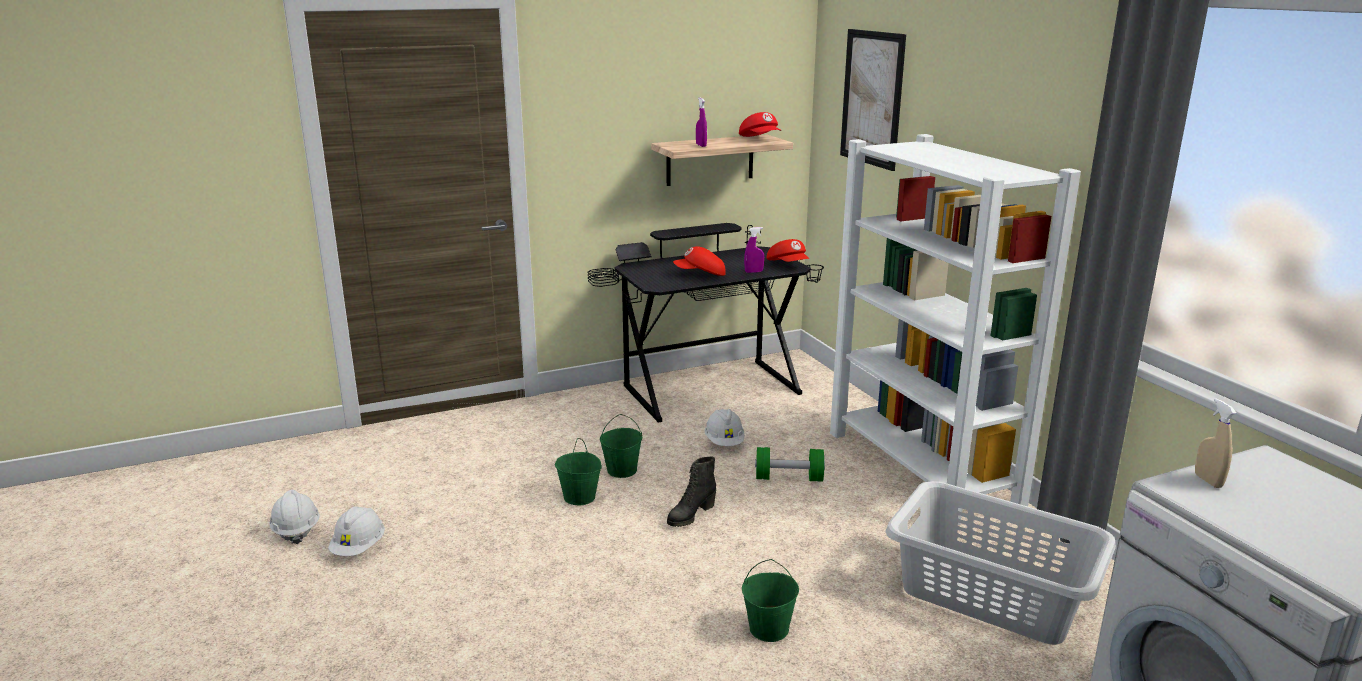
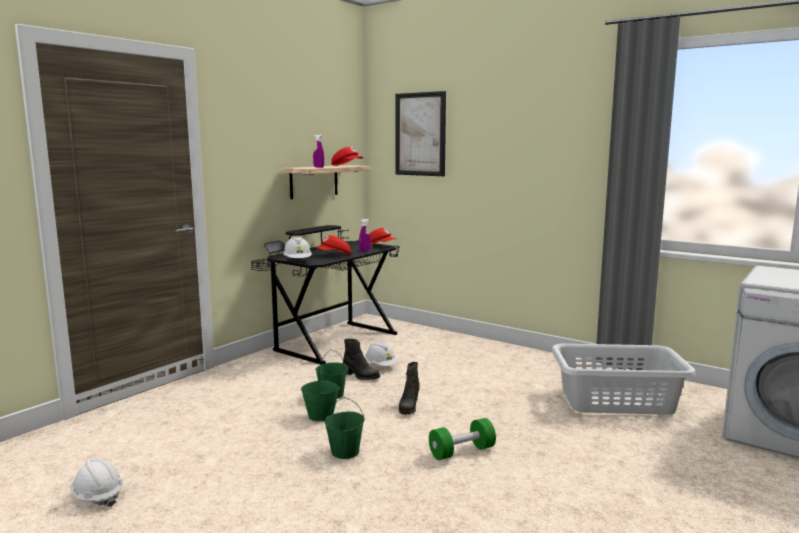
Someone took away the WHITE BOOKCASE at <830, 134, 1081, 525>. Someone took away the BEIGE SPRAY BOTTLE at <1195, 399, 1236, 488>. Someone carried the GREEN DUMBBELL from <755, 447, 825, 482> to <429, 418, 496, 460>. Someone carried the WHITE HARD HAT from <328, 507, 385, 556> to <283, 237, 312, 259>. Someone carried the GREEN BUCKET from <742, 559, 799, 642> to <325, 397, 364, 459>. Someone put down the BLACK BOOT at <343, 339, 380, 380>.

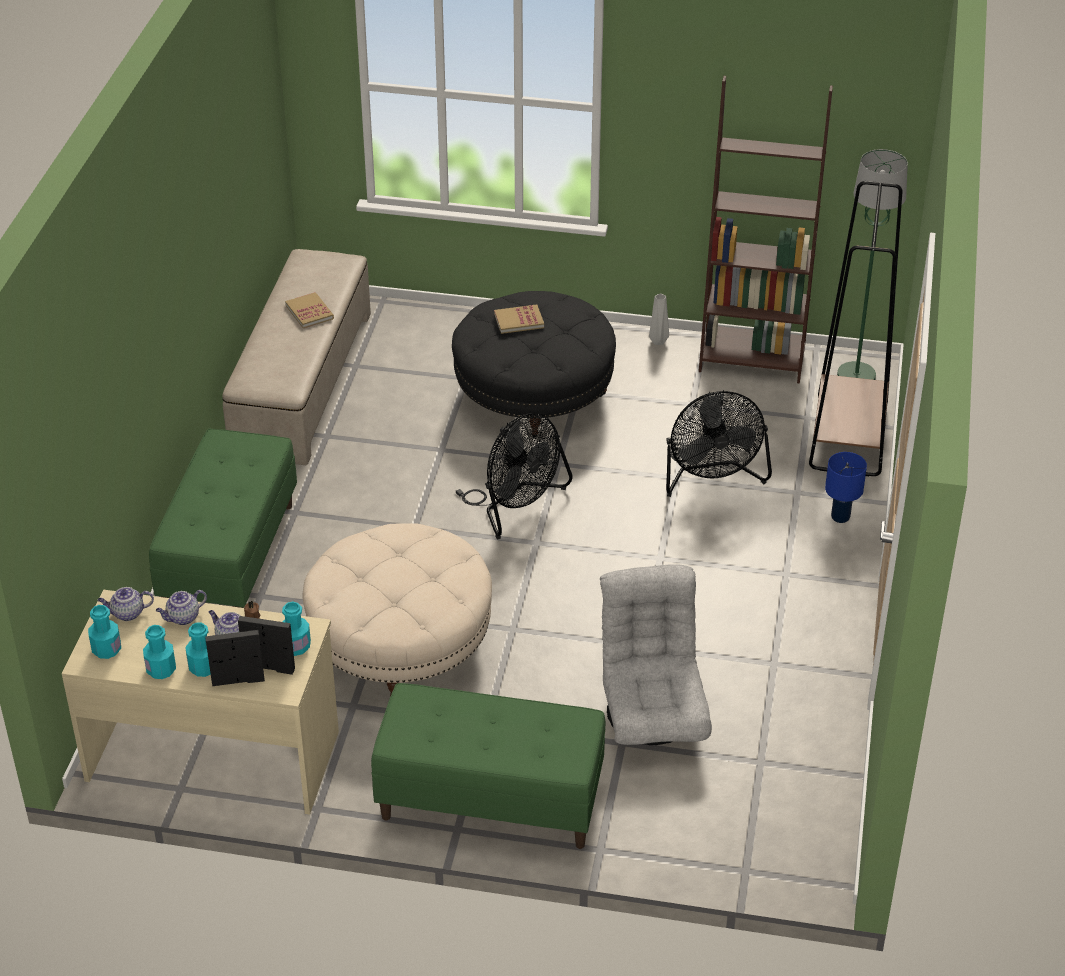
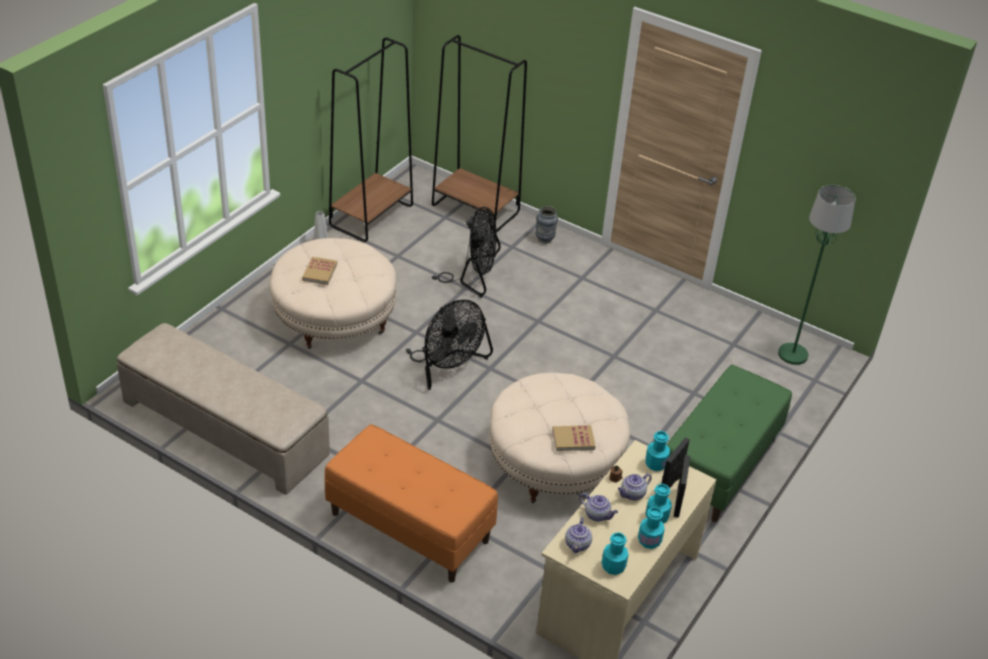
Someone swapped the BROWN BOOKCASE at <699, 76, 833, 383> for the CLOTHES RACK at <329, 37, 413, 242>. Someone carried the GREEN FLOOR LAMP from <837, 149, 908, 380> to <778, 185, 856, 365>. Someone repainted the BLACK OTTOMAN at <452, 291, 616, 438>, which became the BEIGE OTTOMAN at <269, 238, 396, 349>. Someone carried the BOOK from <285, 292, 334, 328> to <552, 425, 596, 451>. Someone rotated the BLACK FAN at <456, 413, 572, 540> by 75 degrees clockwise. Someone repainted the GREEN BENCH at <149, 429, 297, 608>, which became the ORANGE BENCH at <324, 424, 498, 583>. Someone swapped the BLUE TABLE LAMP at <825, 452, 867, 523> for the VASE at <535, 206, 558, 243>. Someone took away the GREY ARMCHAIR at <600, 564, 712, 745>. Someone rotated the TEAPOT at <156, 590, 207, 625> by 45 degrees counterclockwise.

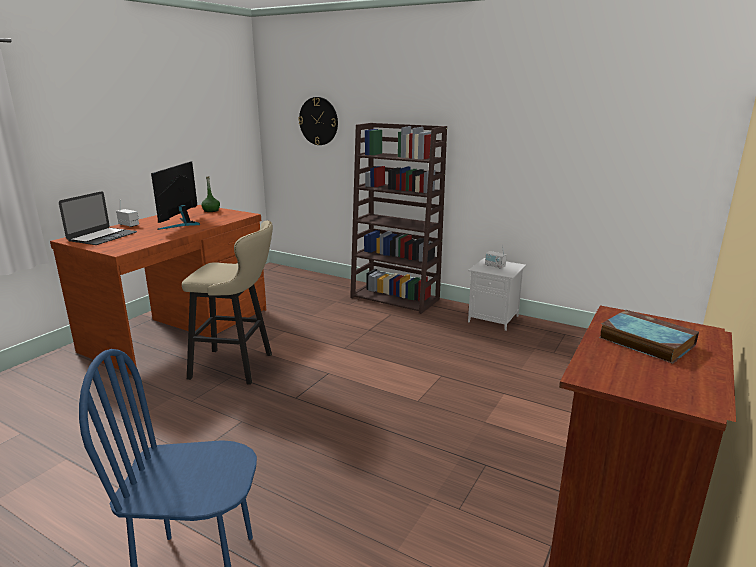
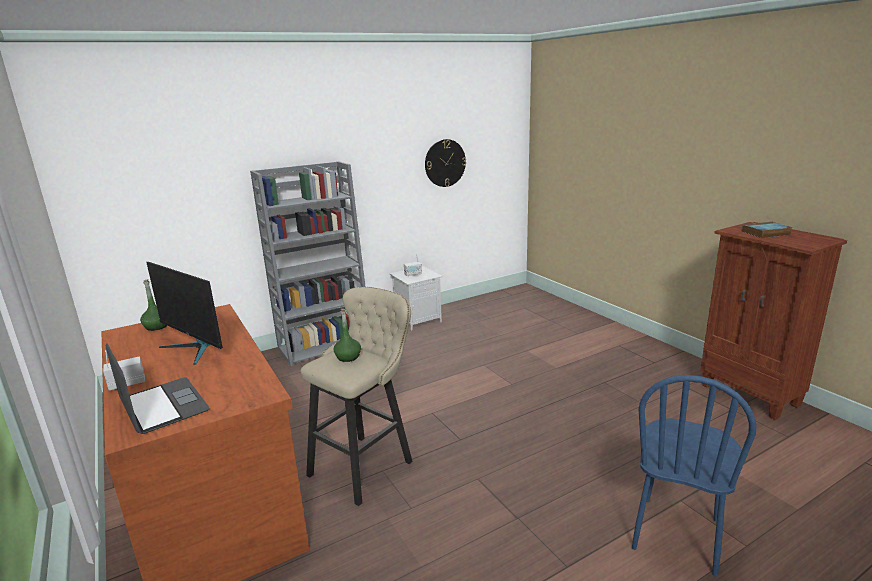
Someone carried the WALL CLOCK from <298, 97, 338, 145> to <425, 139, 466, 187>. Someone repainted the BROWN BOOKCASE at <350, 123, 447, 314>, which became the GREY BOOKCASE at <250, 161, 366, 366>. Someone put down the GREEN BOTTLE at <333, 309, 361, 362>.

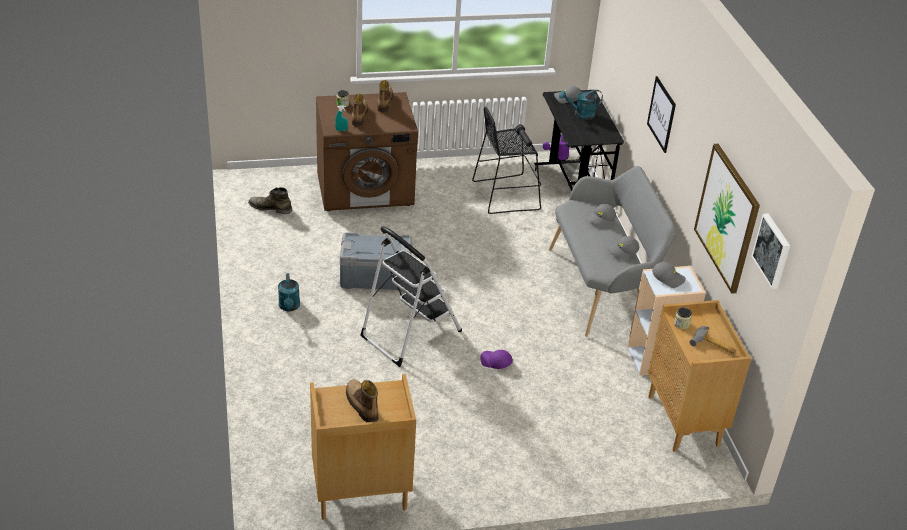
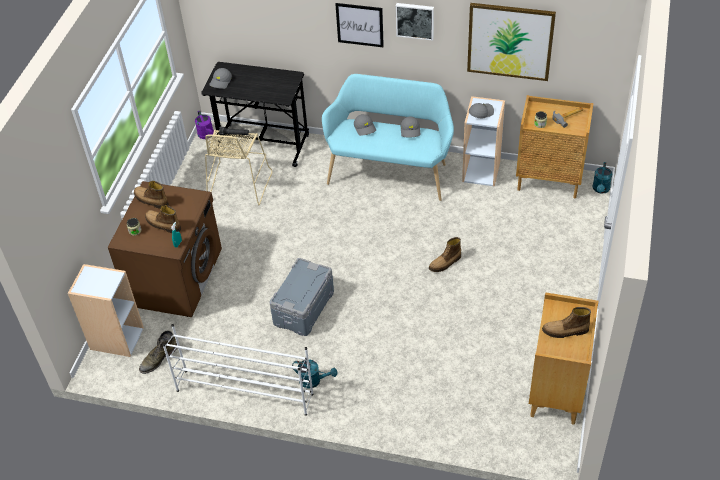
Someone carried the TURQUOISE WATERING CAN from <559, 90, 603, 120> to <592, 162, 612, 194>. Someone repainted the BLACK STOOL at <472, 107, 541, 214>, which became the BEIGE STOOL at <205, 130, 273, 205>. Someone repainted the GREY BENCH at <549, 166, 675, 337>, which became the TURQUOISE BENCH at <322, 74, 454, 201>. Someone carried the PICTURE from <751, 214, 790, 289> to <396, 3, 434, 41>. Someone took away the STEP LADDER at <360, 226, 462, 367>. Someone swapped the PURPLE CAP at <480, 350, 513, 369> for the BOOT at <429, 237, 461, 272>. Someone put down the BOOKCASE at <68, 264, 144, 357>. Someone put down the WHITE SHOE RACK at <163, 324, 314, 416>.

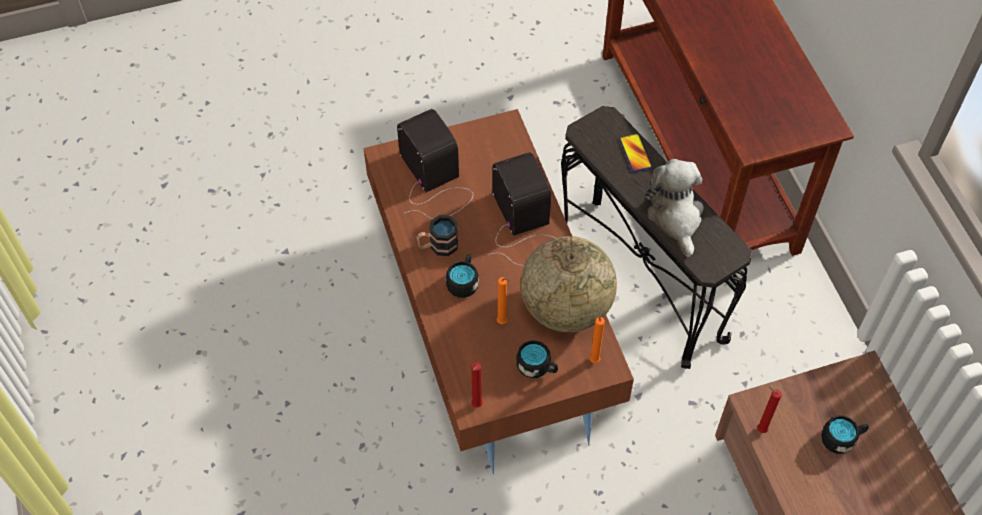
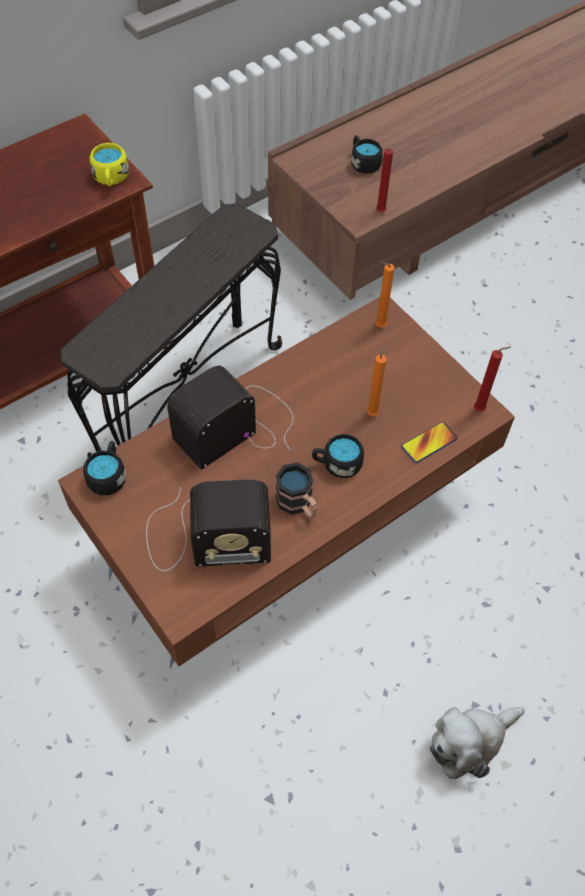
Someone rotated the RADIO at <397, 109, 473, 219> by 135 degrees counterclockwise. Someone carried the PHONE from <620, 134, 652, 172> to <401, 422, 458, 463>. Someone carried the PLUSH TOY from <644, 159, 704, 257> to <430, 707, 524, 779>. Someone took away the GLOBE at <521, 236, 617, 332>. Someone carried the BLACK MUG from <516, 340, 558, 378> to <83, 441, 126, 495>. Someone put down the YELLOW MUG at <90, 143, 129, 186>.

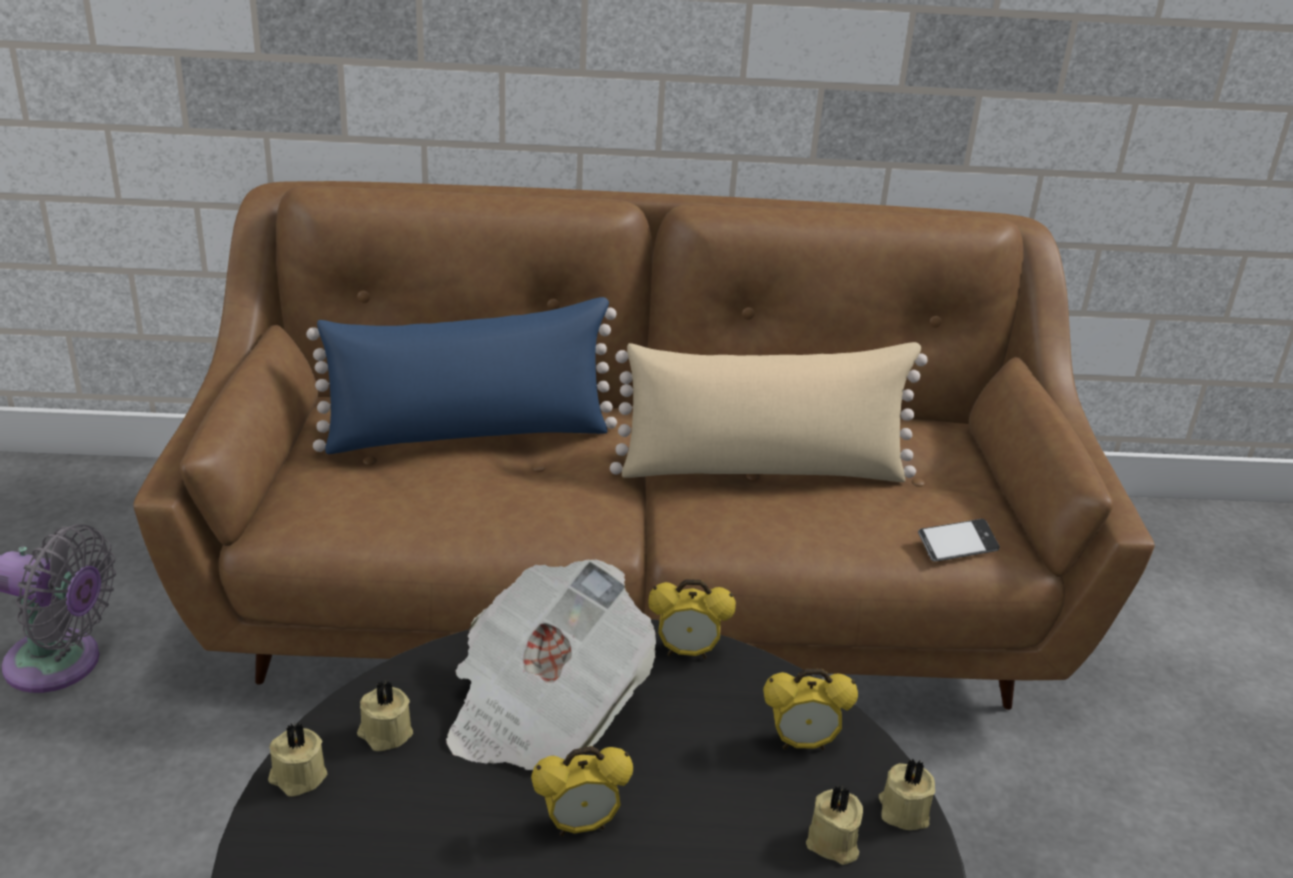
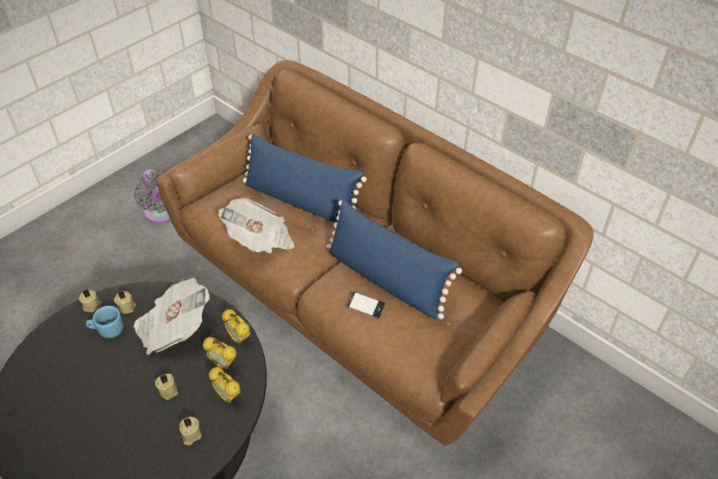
Someone repainted the BEIGE PILLOW at <610, 342, 928, 482>, which became the BLUE PILLOW at <326, 200, 462, 319>. Someone carried the PHONE from <918, 519, 1000, 562> to <347, 292, 386, 319>. Someone carried the ALARM CLOCK from <531, 746, 633, 836> to <203, 337, 236, 370>. Someone carried the BEIGE CANDLE from <879, 758, 935, 830> to <155, 373, 178, 400>. Someone put down the NEWSPAPER at <218, 198, 295, 253>. Someone put down the BLUE MUG at <86, 306, 123, 338>.

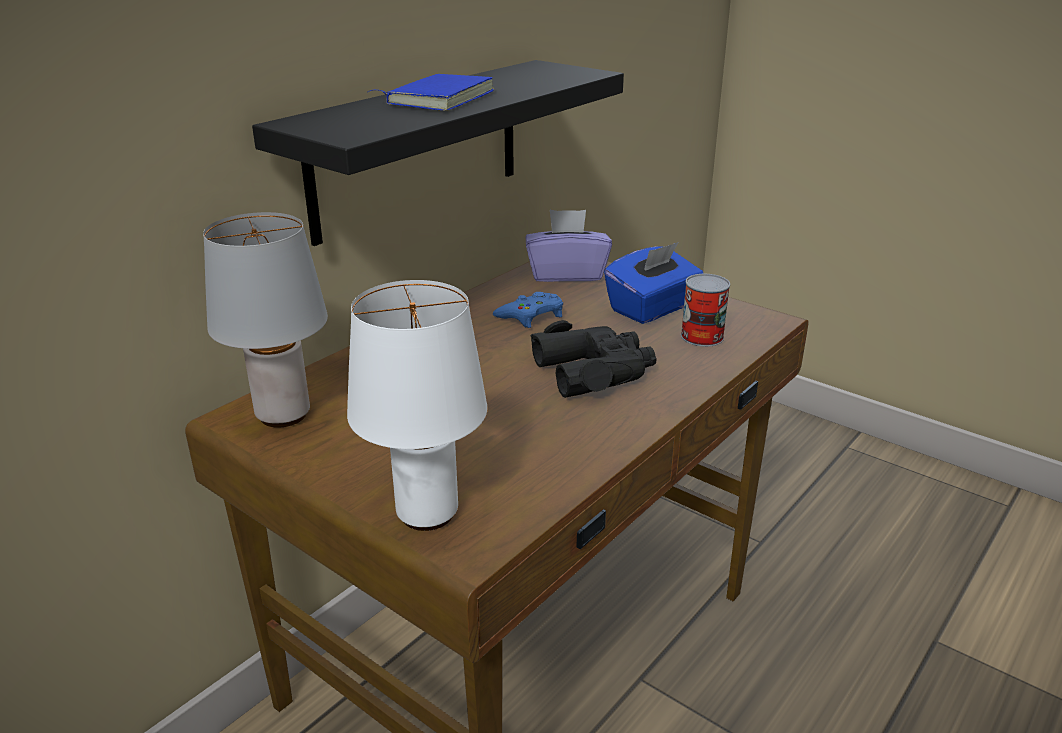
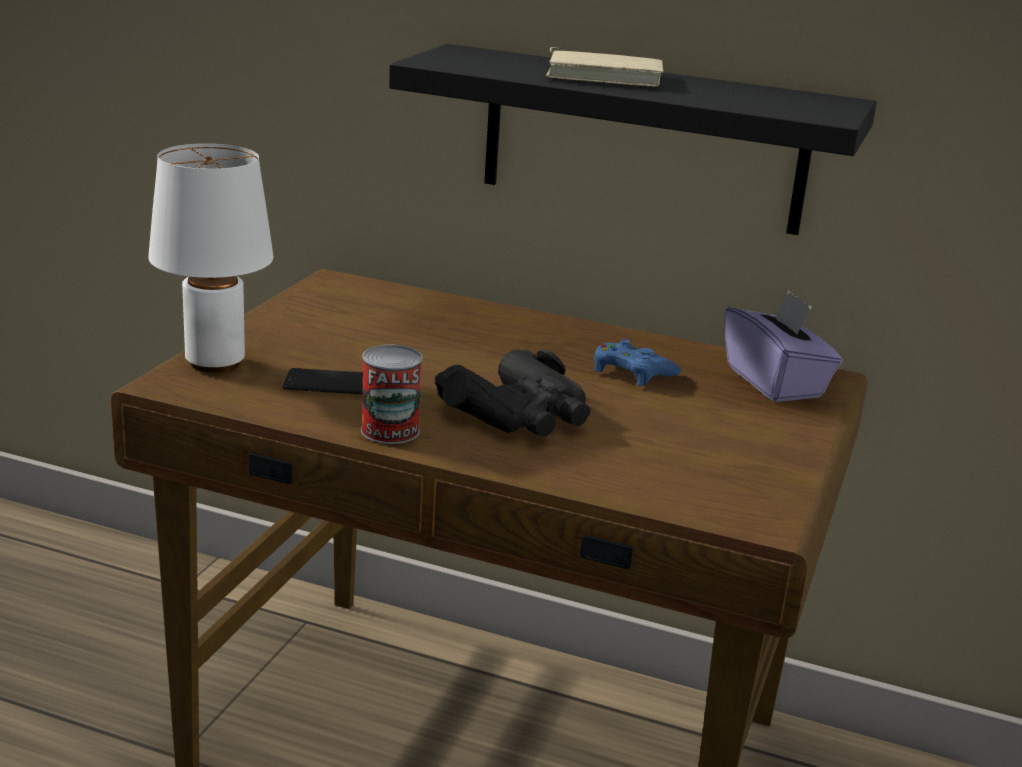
Someone repainted the BLUE BOOK at <368, 74, 494, 111>, which became the BEIGE BOOK at <546, 47, 663, 87>. Someone took away the GREY TABLE LAMP at <203, 212, 328, 428>. Someone took away the BLUE TISSUE BOX at <604, 242, 703, 324>. Someone carried the CAN from <681, 274, 730, 347> to <361, 345, 423, 444>. Someone put down the PHONE at <283, 368, 363, 395>.

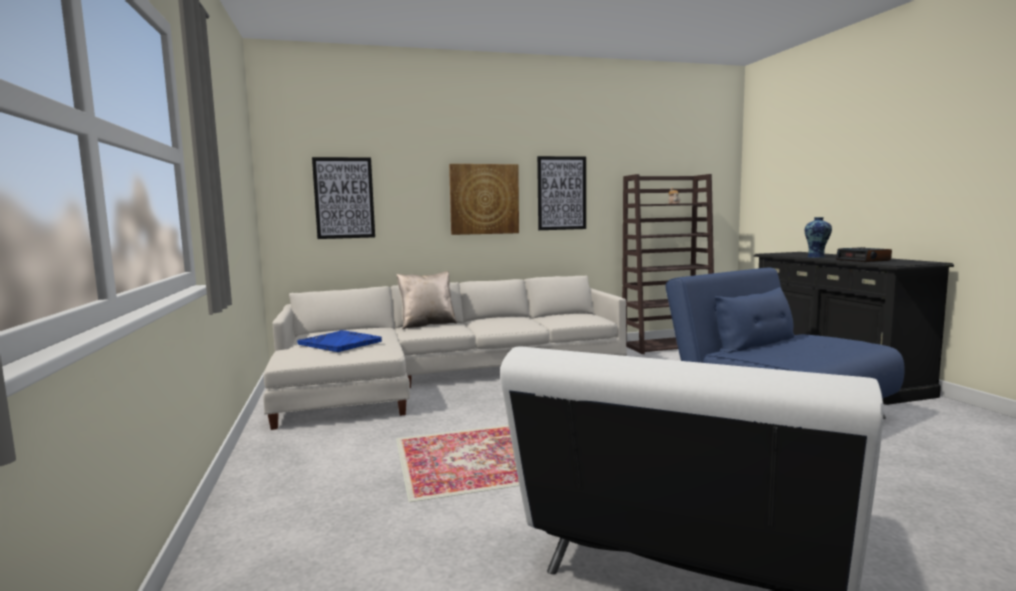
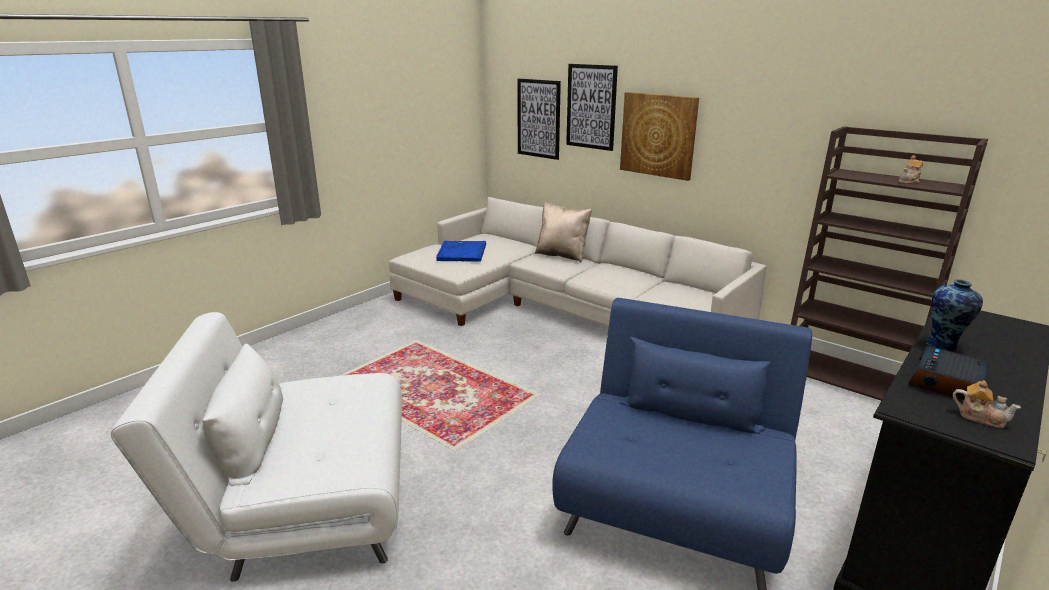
Someone carried the PICTURE from <537, 156, 586, 230> to <566, 64, 618, 151>. Someone put down the TEAPOT at <953, 380, 1021, 428>.

